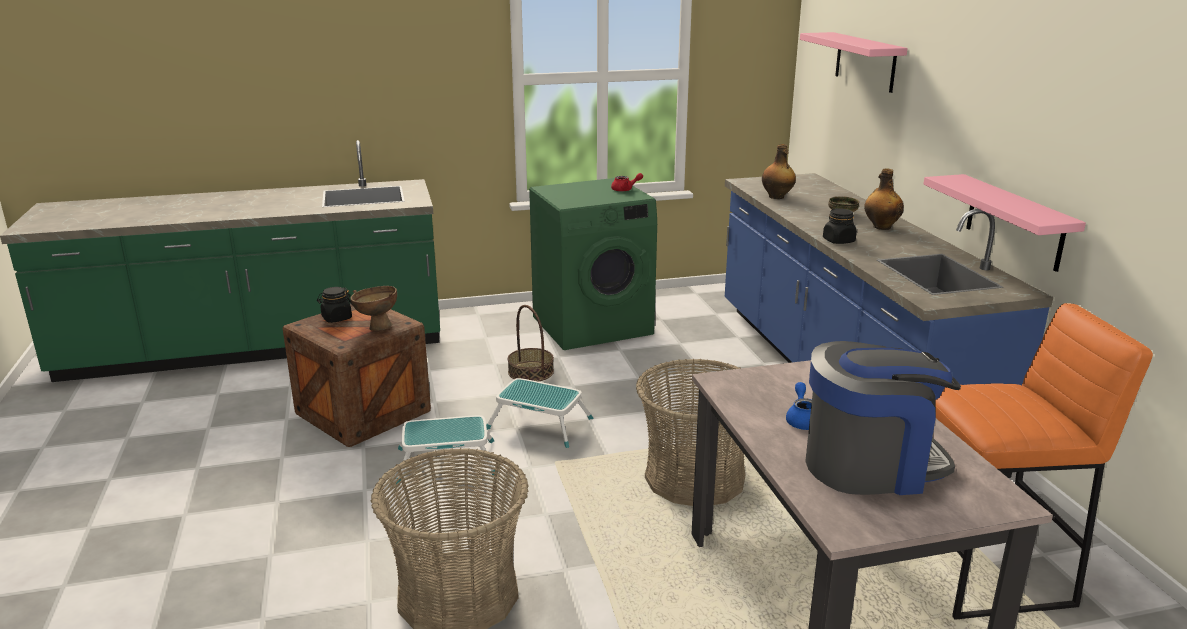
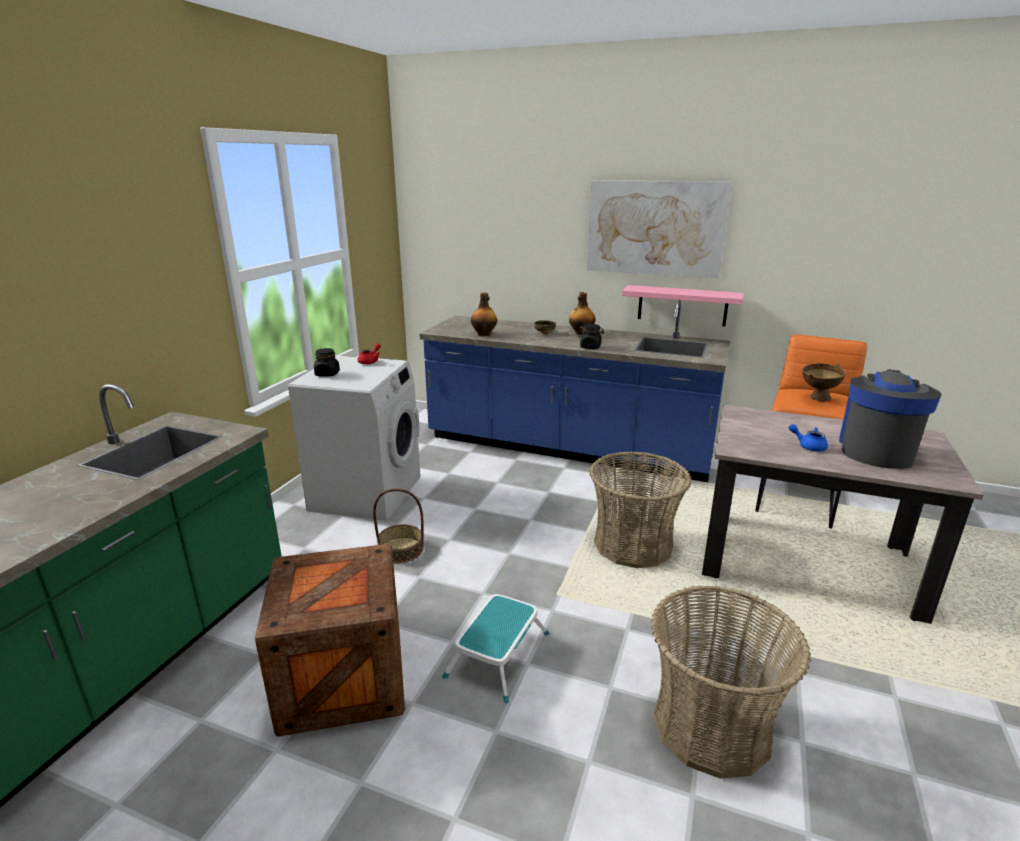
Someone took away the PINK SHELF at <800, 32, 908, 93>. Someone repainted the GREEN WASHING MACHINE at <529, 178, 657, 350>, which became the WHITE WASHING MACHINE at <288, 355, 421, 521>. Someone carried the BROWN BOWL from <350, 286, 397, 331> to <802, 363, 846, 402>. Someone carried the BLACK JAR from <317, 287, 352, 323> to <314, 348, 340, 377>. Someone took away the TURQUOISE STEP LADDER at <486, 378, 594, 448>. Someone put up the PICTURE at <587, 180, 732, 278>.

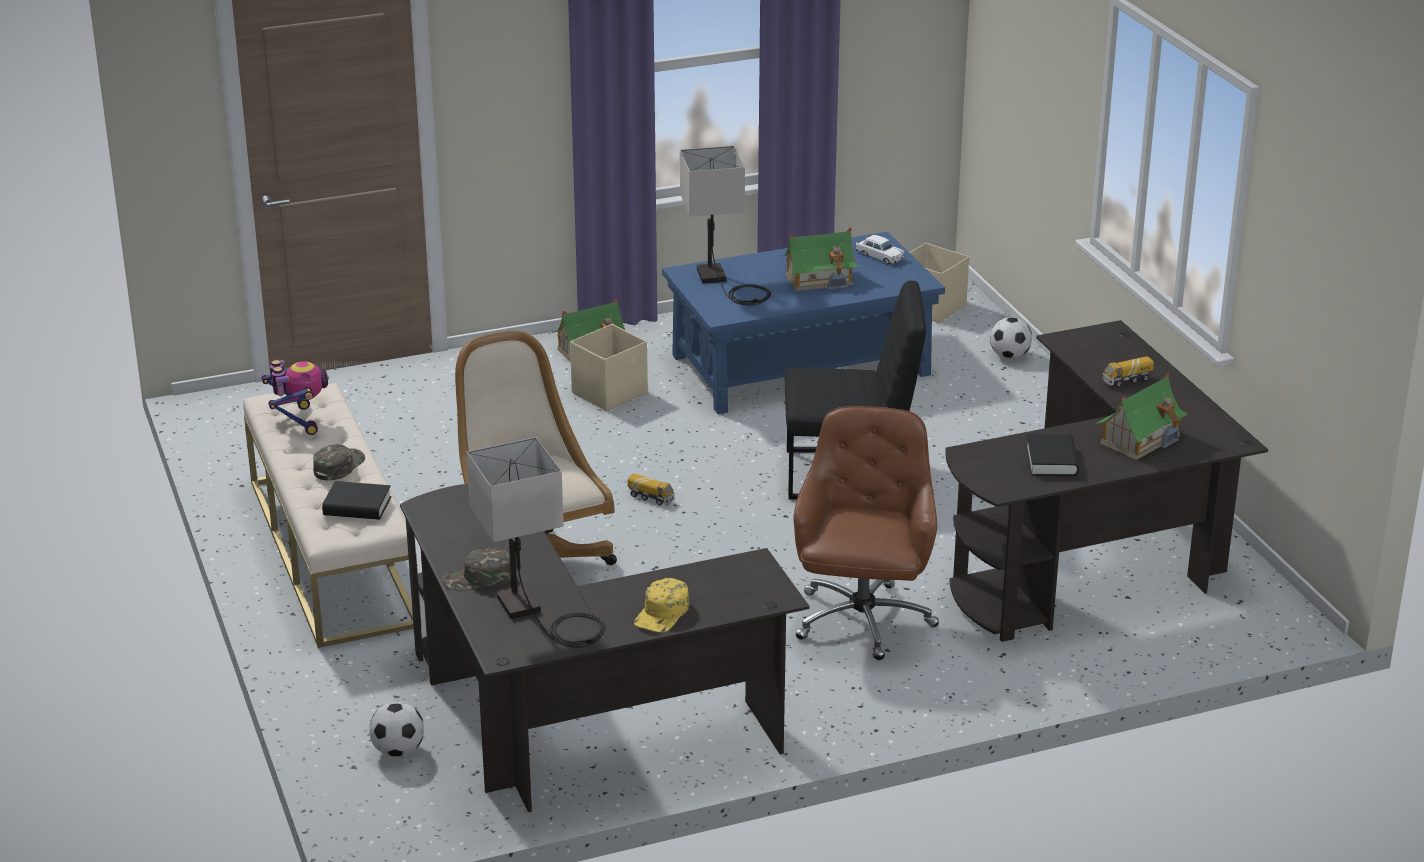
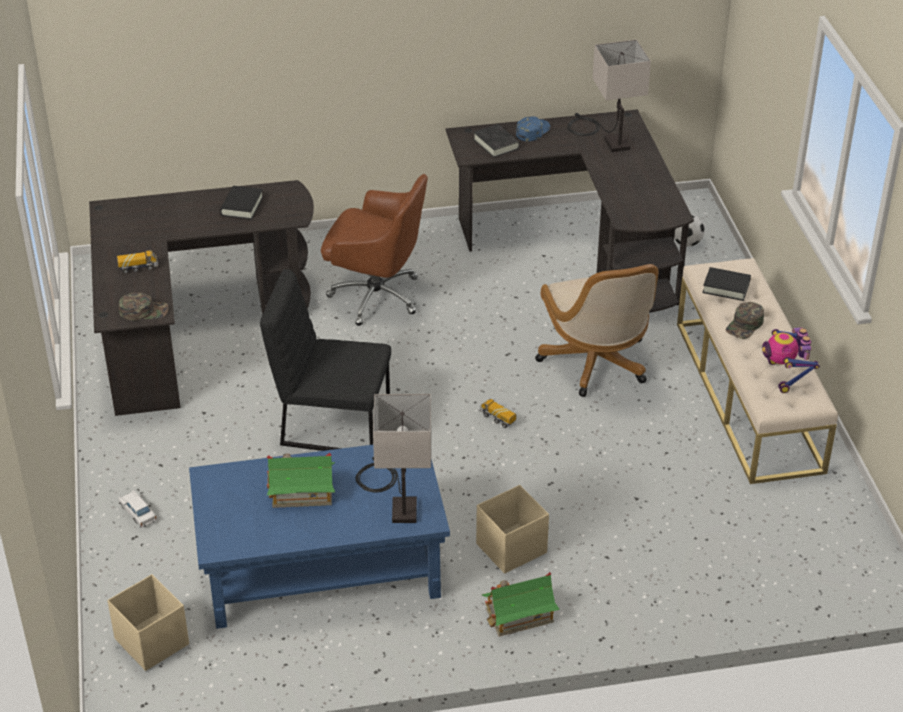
Someone carried the WHITE TOY CAR from <855, 235, 905, 265> to <118, 490, 157, 528>. Someone took away the FOOTBALL at <990, 317, 1032, 359>. Someone took away the TOY HOUSE at <1096, 372, 1188, 460>. Someone rotated the BROWN OFFICE CHAIR at <793, 406, 939, 660> by 90 degrees counterclockwise. Someone carried the GREEN CAP from <443, 548, 511, 591> to <119, 293, 169, 320>. Someone repainted the YELLOW CAP at <634, 578, 690, 632>, which became the BLUE CAP at <516, 116, 551, 141>. Someone put down the BLACK BOOK at <473, 124, 520, 157>.

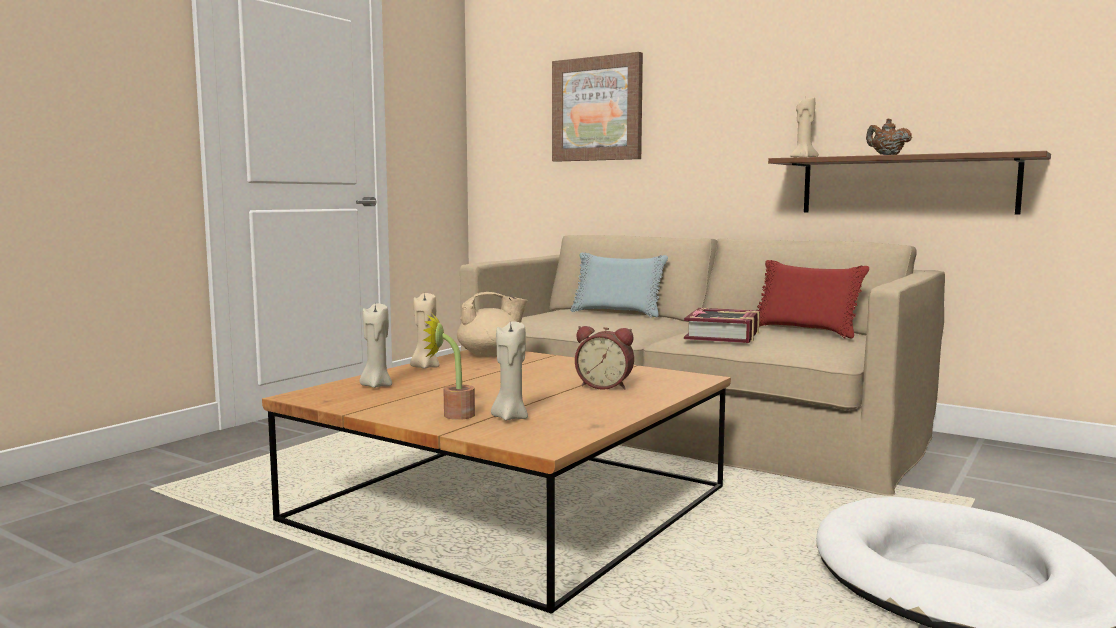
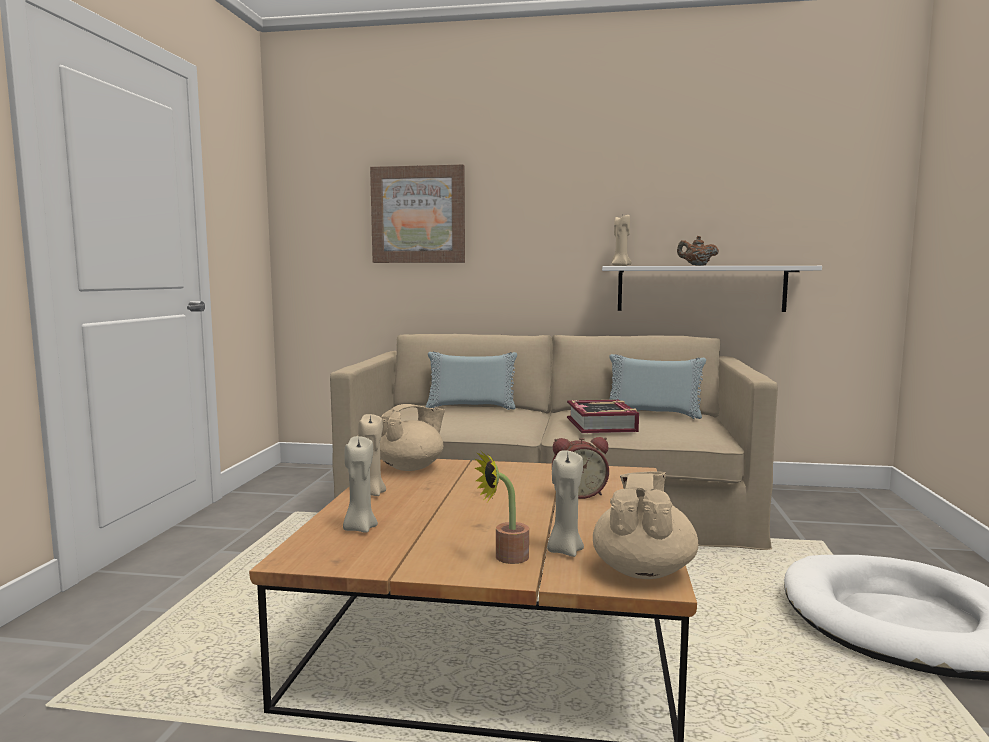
Someone repainted the BROWN SHELF at <768, 151, 1051, 215>, which became the WHITE SHELF at <602, 266, 822, 312>. Someone repainted the RED PILLOW at <757, 260, 869, 339>, which became the BLUE PILLOW at <609, 354, 706, 419>. Someone put down the BEIGE TEAPOT at <593, 471, 698, 579>.

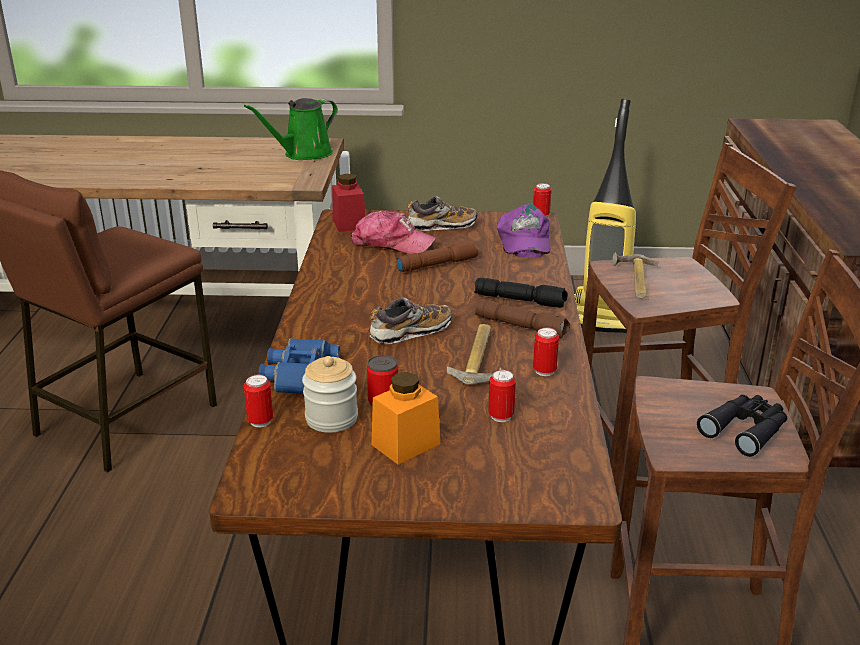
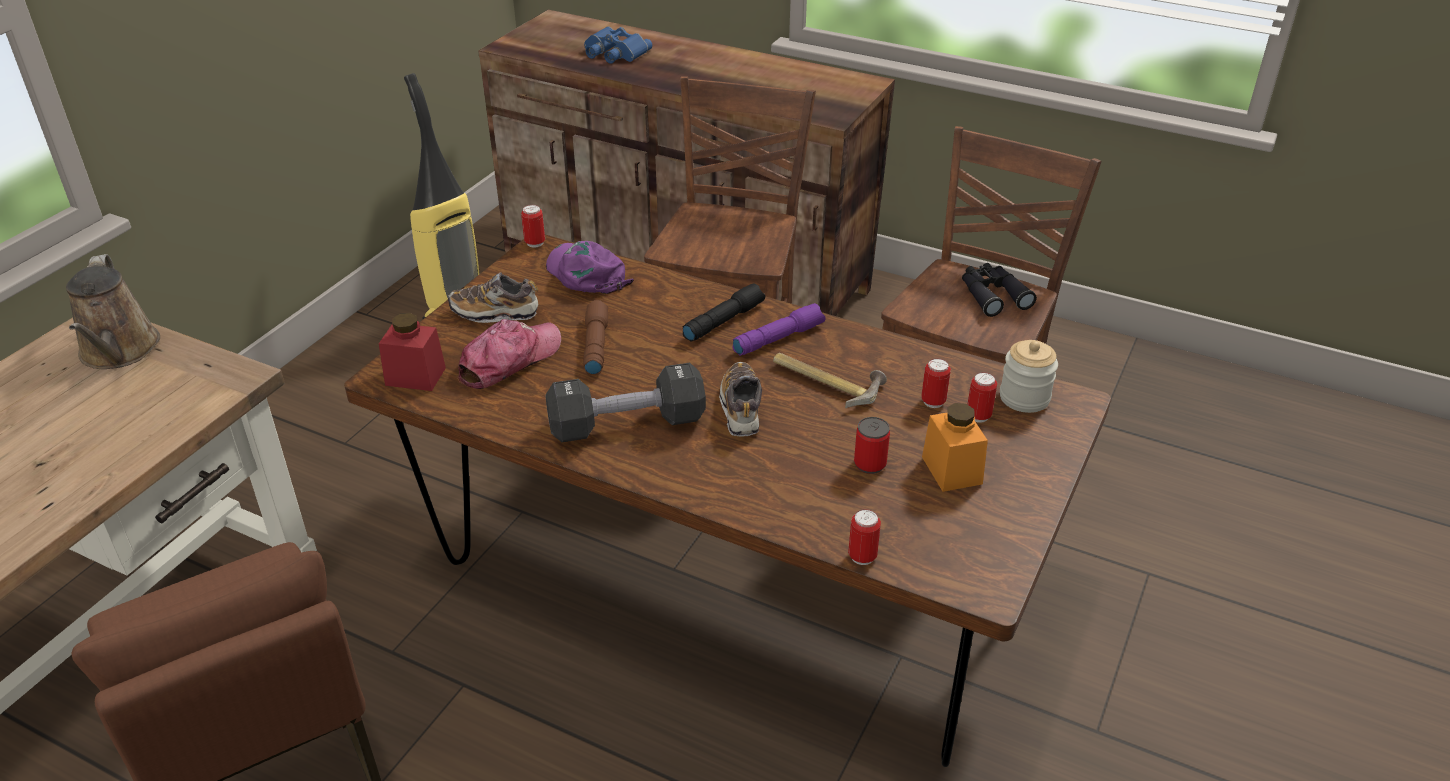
Someone repainted the GREEN WATERING CAN at <244, 98, 338, 160>, which became the BROWN WATERING CAN at <66, 254, 160, 369>. Someone rotated the SHOE at <407, 196, 477, 231> by 105 degrees counterclockwise. Someone rotated the PURPLE CAP at <497, 203, 551, 258> by 150 degrees counterclockwise. Someone took away the HAMMER at <612, 253, 658, 298>. Someone repainted the BROWN FLASHLIGHT at <475, 299, 570, 339>, which became the PURPLE FLASHLIGHT at <733, 303, 826, 356>. Someone carried the CAN from <533, 328, 559, 376> to <967, 372, 997, 422>. Someone carried the BLUE BINOCULARS from <259, 338, 340, 394> to <584, 26, 652, 64>. Someone carried the JAR from <302, 356, 358, 433> to <1000, 340, 1058, 413>. Someone put down the BLACK DUMBBELL at <545, 363, 706, 442>.

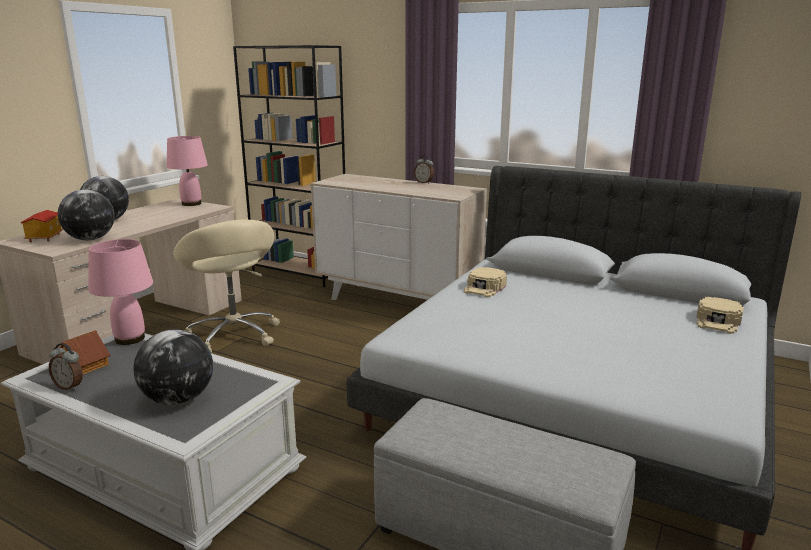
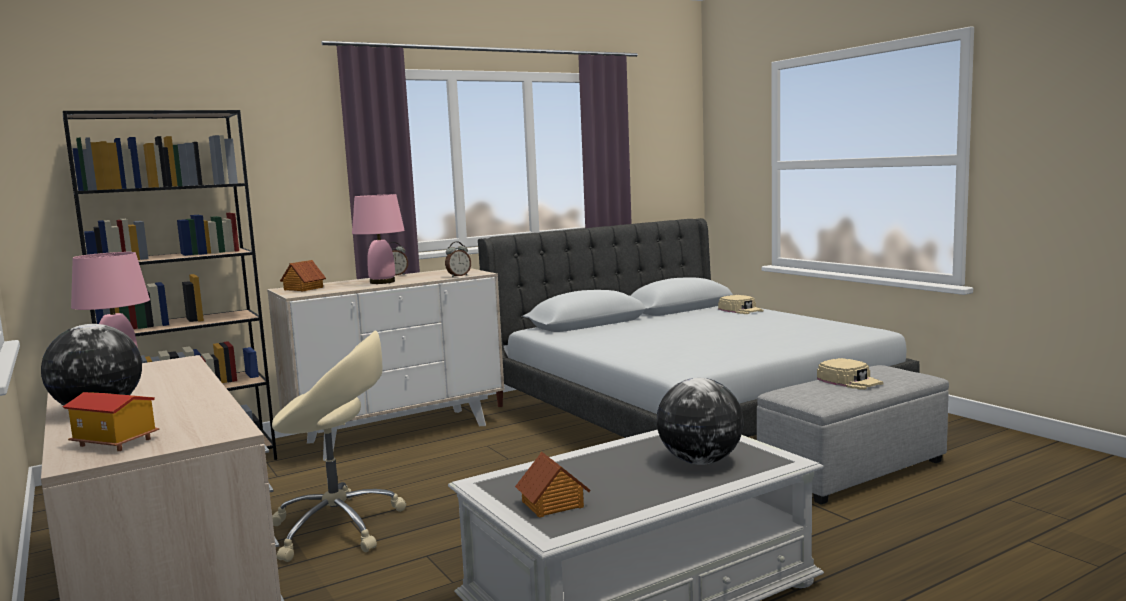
Someone took away the GLOBE at <58, 189, 115, 240>. Someone carried the PINK TABLE LAMP from <88, 239, 153, 345> to <352, 194, 405, 284>. Someone carried the BEIGE CAP from <463, 267, 507, 297> to <817, 358, 883, 390>. Someone carried the ALARM CLOCK from <49, 343, 83, 390> to <445, 241, 471, 277>. Someone put down the TOY HOUSE at <280, 260, 326, 291>.

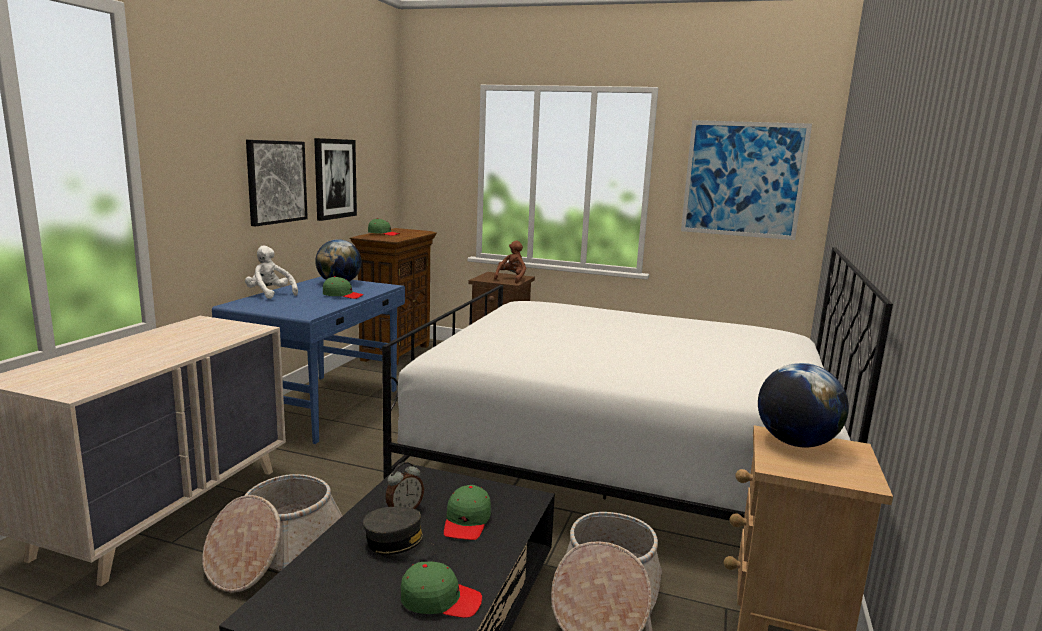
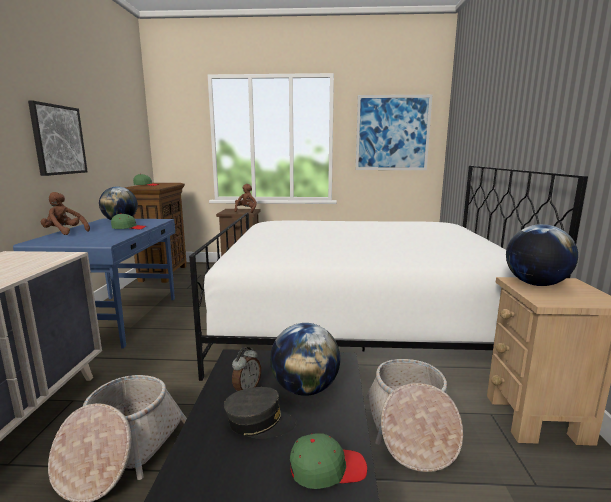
Someone took away the PICTURE at <314, 138, 357, 221>. Someone repainted the WHITE PLUSH TOY at <245, 245, 298, 299>, which became the BROWN PLUSH TOY at <41, 192, 90, 235>. Someone swapped the GREEN CAP at <444, 485, 491, 540> for the GLOBE at <270, 323, 340, 396>.

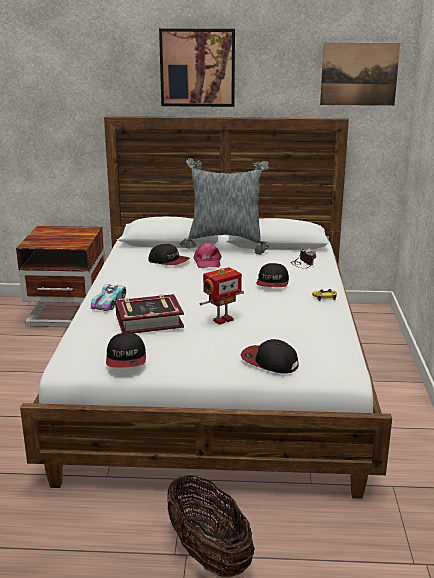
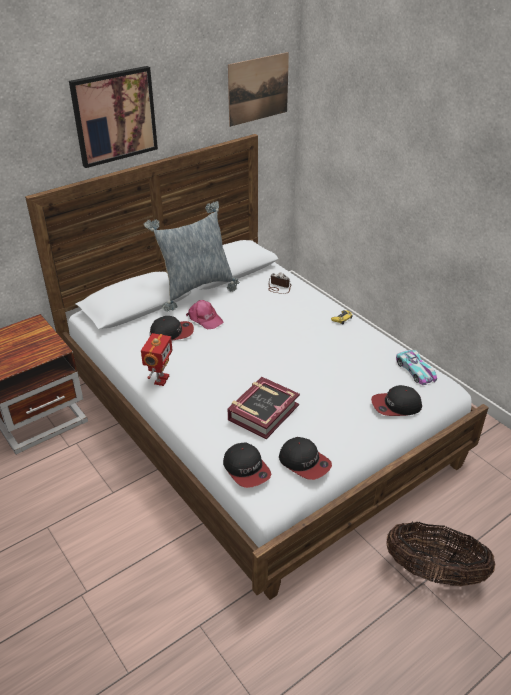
Someone carried the CAP from <257, 263, 289, 287> to <223, 443, 271, 488>. Someone carried the TOY ROBOT from <200, 267, 244, 325> to <141, 333, 173, 386>. Someone carried the TOY CAR from <91, 283, 126, 311> to <396, 350, 437, 385>.

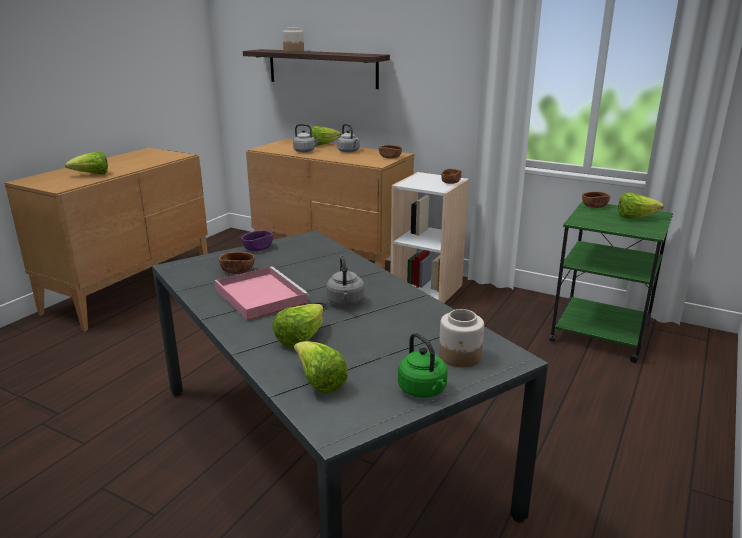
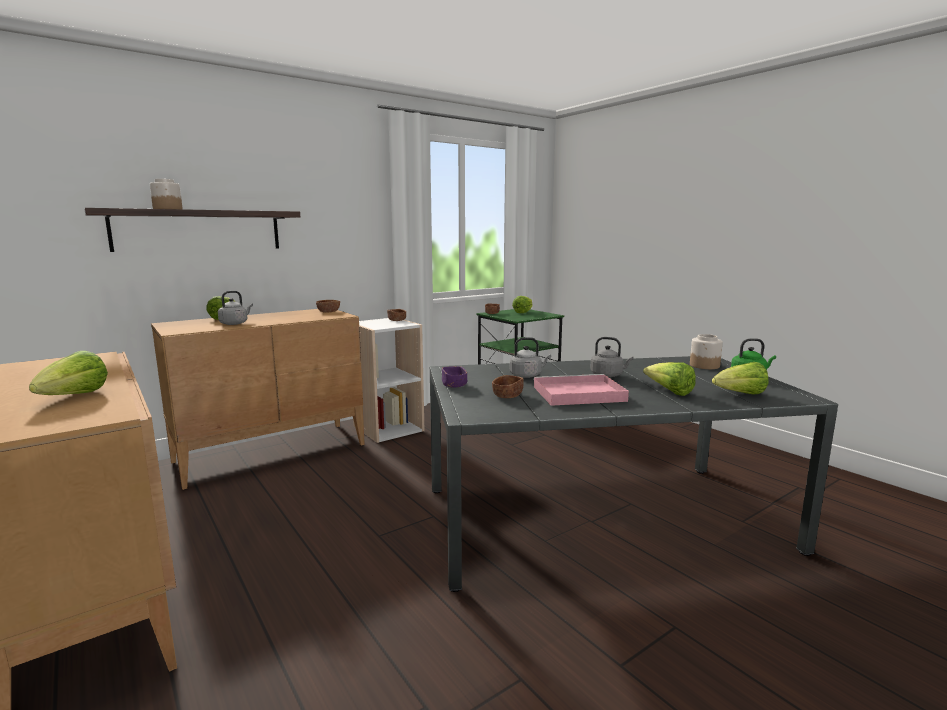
Someone carried the GREY KETTLE from <337, 124, 359, 153> to <510, 337, 551, 378>.

